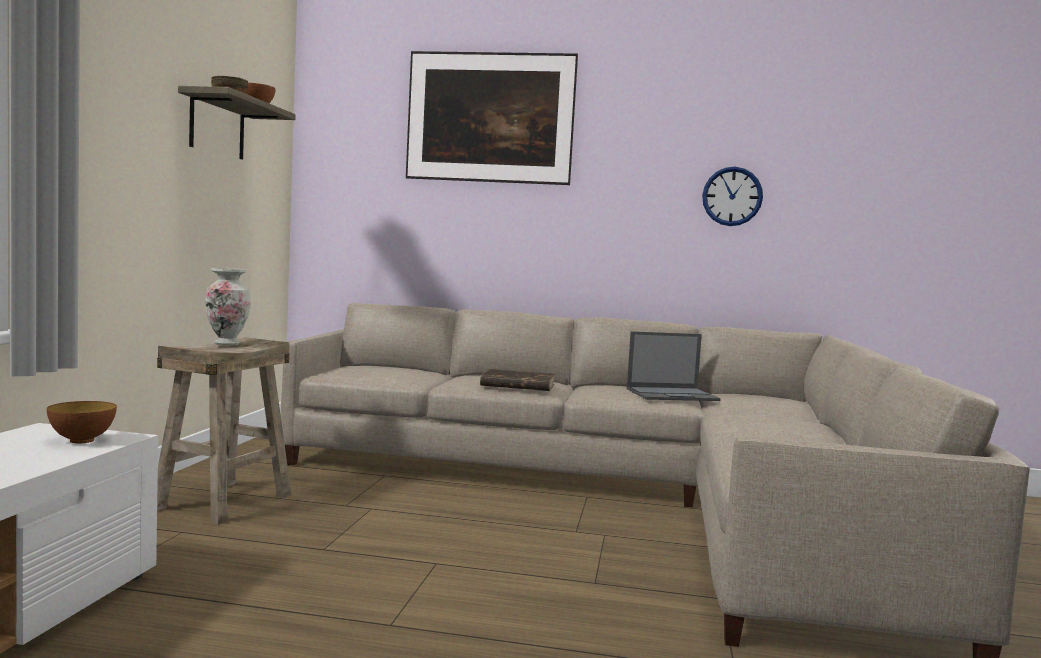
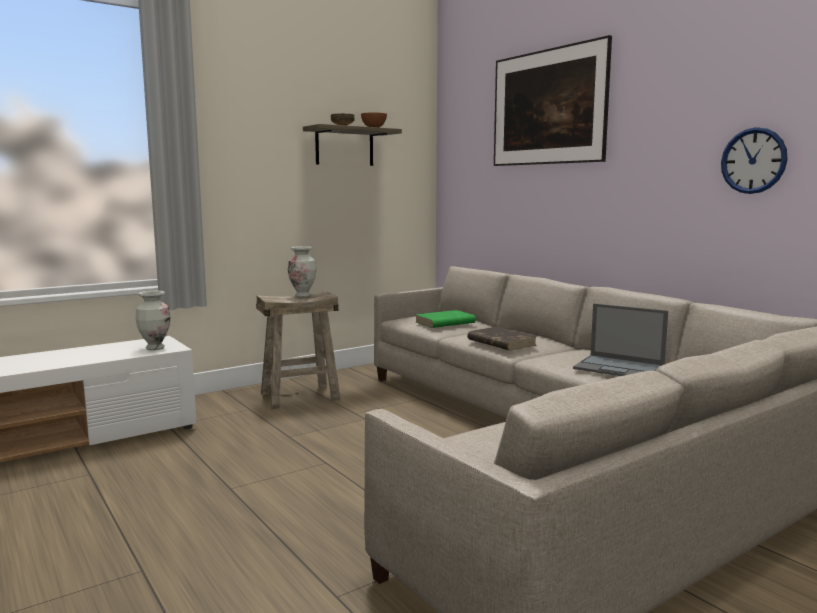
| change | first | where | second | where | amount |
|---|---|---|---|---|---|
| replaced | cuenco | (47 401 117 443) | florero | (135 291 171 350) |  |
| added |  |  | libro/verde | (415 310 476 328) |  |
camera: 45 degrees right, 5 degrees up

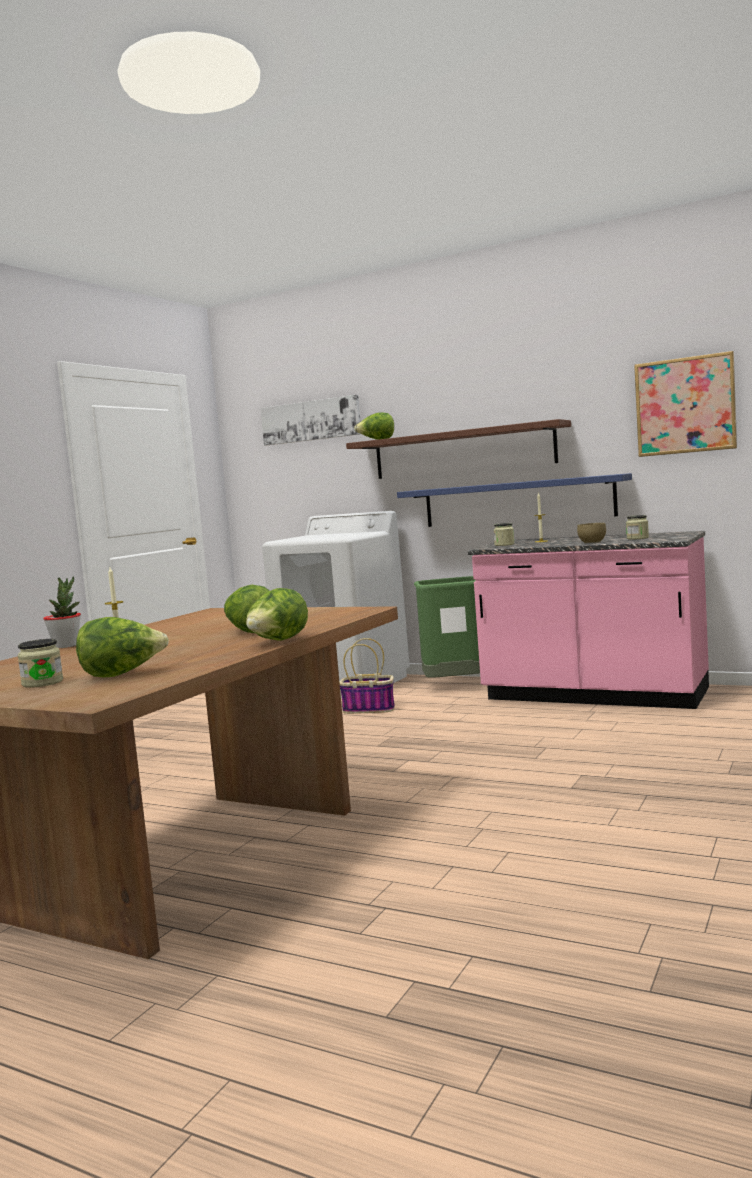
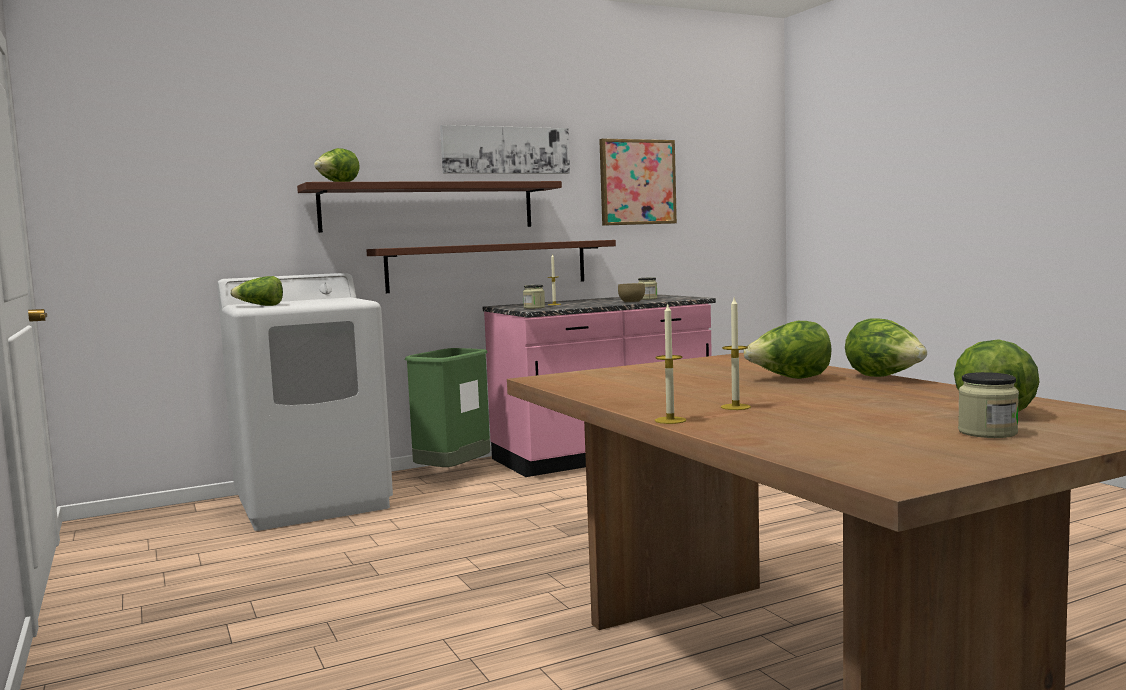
| change | first | where | second | where | amount |
|---|---|---|---|---|---|
| added |  |  | lechuga | (230 276 283 306) |  |
| recoloured | estante/azul | (397 473 632 527) | estante/marrón | (366 240 616 293) |  |
| moved | cuadro | (260 395 361 445) |  | (440 125 570 174) |  |
| replaced | planta en maceta | (43 577 81 648) | vela | (655 303 686 424) |  |
| removed | cesta | (339 638 395 714) |  |  |  |
camera: 55 degrees left, 0 degrees up

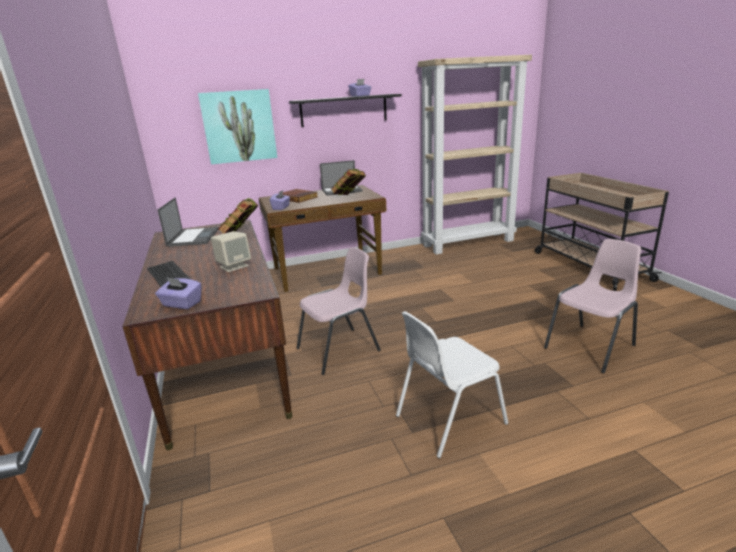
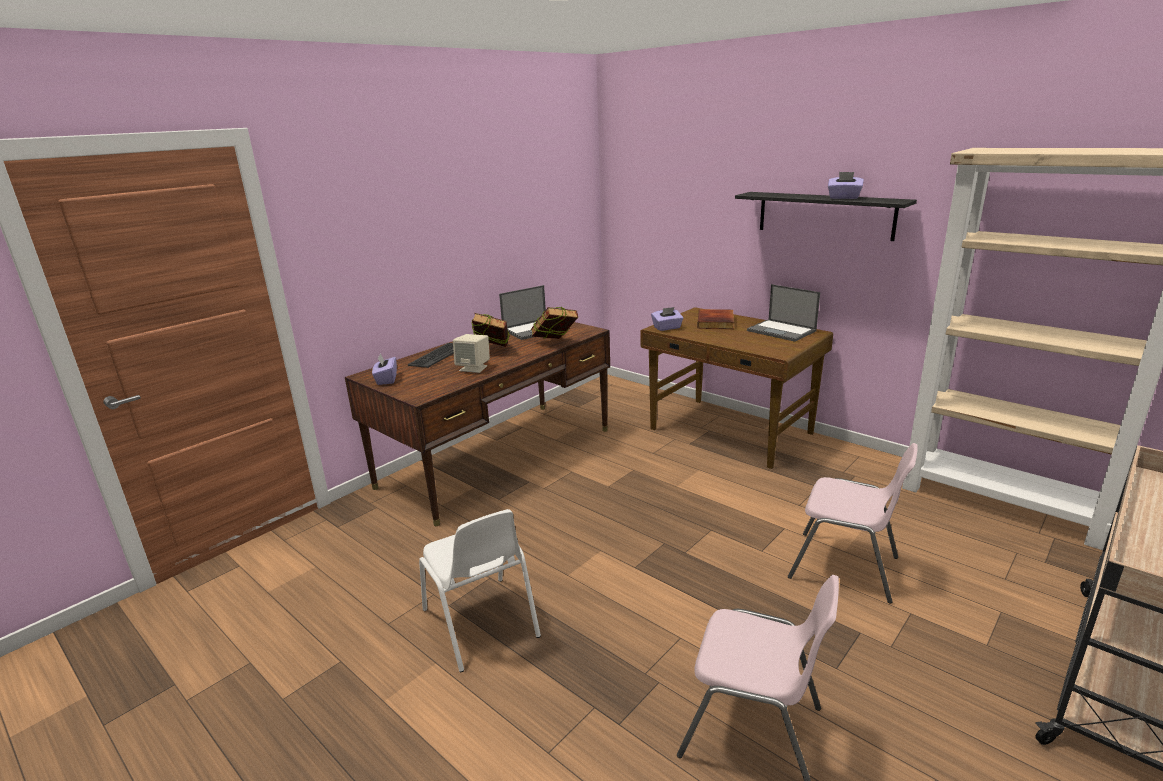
| change | first | where | second | where | amount |
|---|---|---|---|---|---|
| turned | silla/blanco | (396 311 508 458) |  | (419 509 541 672) | 150 degrees counterclockwise |
| moved | libro | (331 169 366 195) |  | (472 313 509 347) |  |
| moved | silla/rosa | (296 247 381 375) |  | (788 443 918 604) |  |
| removed | cuadro | (198 89 277 164) |  |  |  |
camera: 60 degrees right, 0 degrees up

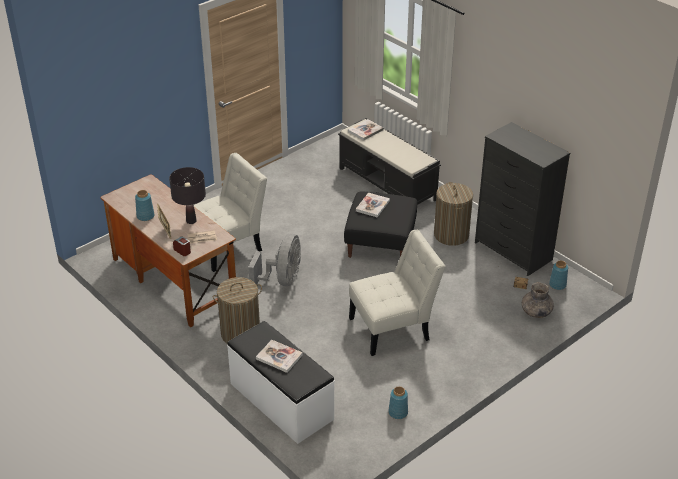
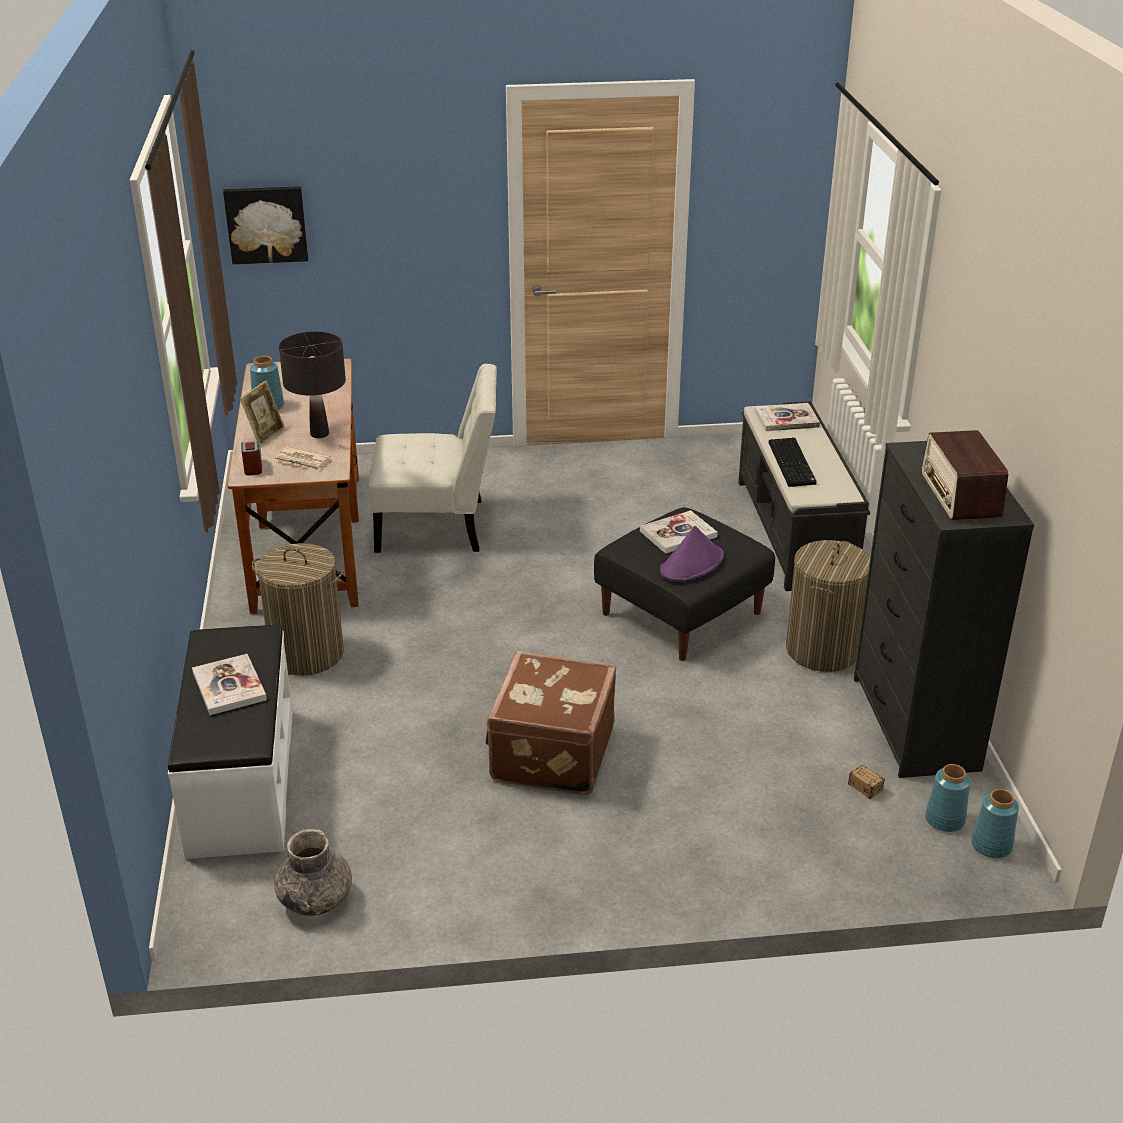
| change | first | where | second | where | amount |
|---|---|---|---|---|---|
| added |  |  | cuadro | (223 186 308 264) |  |
| moved | florero/gris | (522 282 554 318) |  | (274 829 352 916) |  |
| replaced | silla/blanco | (349 230 445 356) | maleta/marrón | (486 651 616 795) |  |
| added |  |  | sombrero/morado | (660 526 724 581) |  |
| added |  |  | teclado | (769 437 816 487) |  |
| added |  |  | radio | (921 430 1008 520) |  |
| moved | florero/azul | (388 386 408 419) |  | (972 789 1019 858) |  |
| removed | ventilador/gris | (248 234 301 286) |  |  |  |
camera: 35 degrees right, 5 degrees down

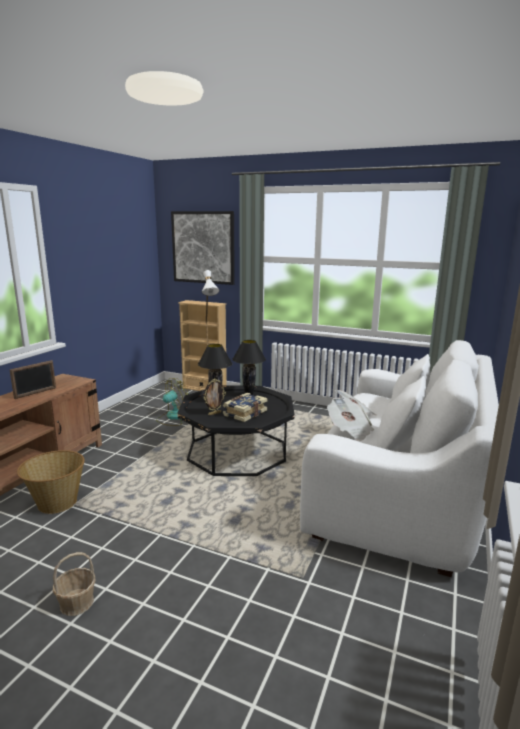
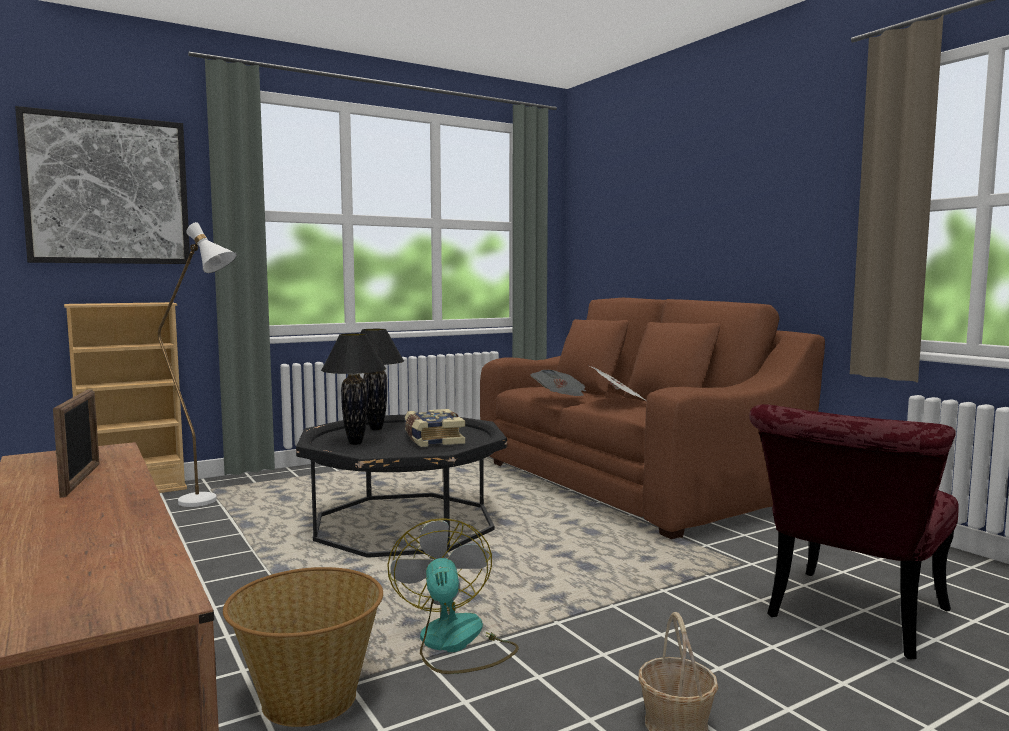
| change | first | where | second | where | amount |
|---|---|---|---|---|---|
| moved | ventilador | (156 378 188 426) |  | (387 518 519 674) |  |
| recoloured | sofá/blanco | (300 340 499 577) | sofá/marrón | (480 298 825 539) |  |
| added |  |  | silla/rojo | (749 404 959 660) |  |
| removed | portarretratos | (204 379 226 415) |  |  |  |
camera: 55 degrees left, 10 degrees down

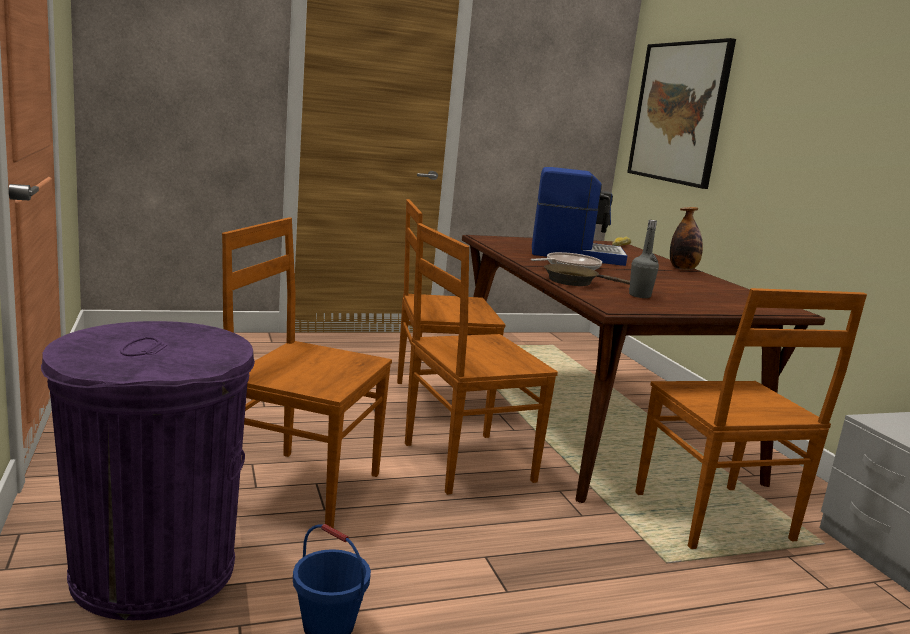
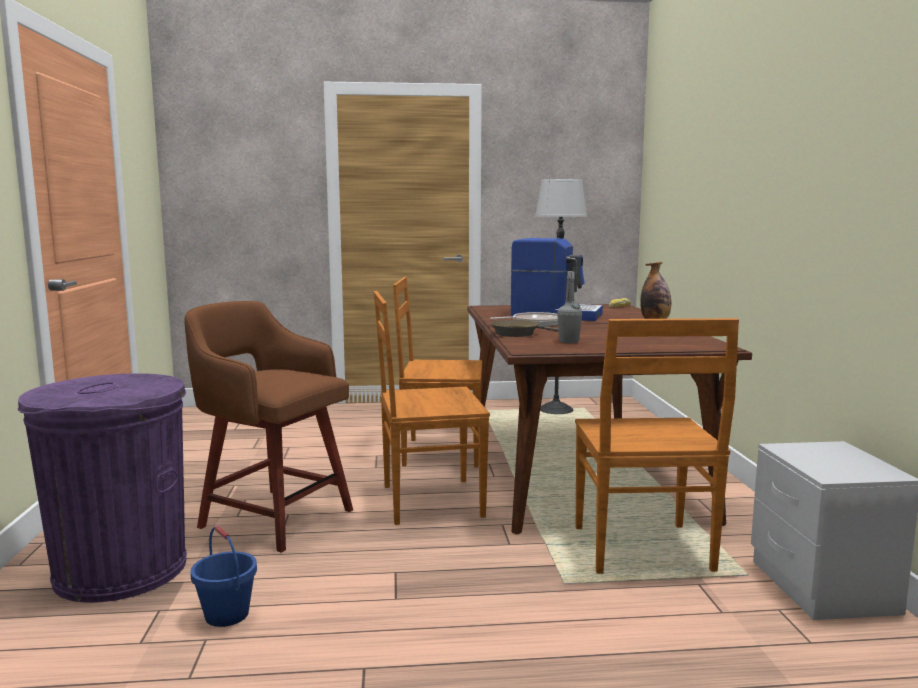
| change | first | where | second | where | amount |
|---|---|---|---|---|---|
| replaced | silla/marrón | (222 217 392 528) | taburete/marrón | (184 301 353 553) |  |
| added |  |  | lámpara de pie | (535 179 587 414) |  |
| removed | cuadro | (627 38 736 189) |  |  |  |
camera: 15 degrees right, 5 degrees down

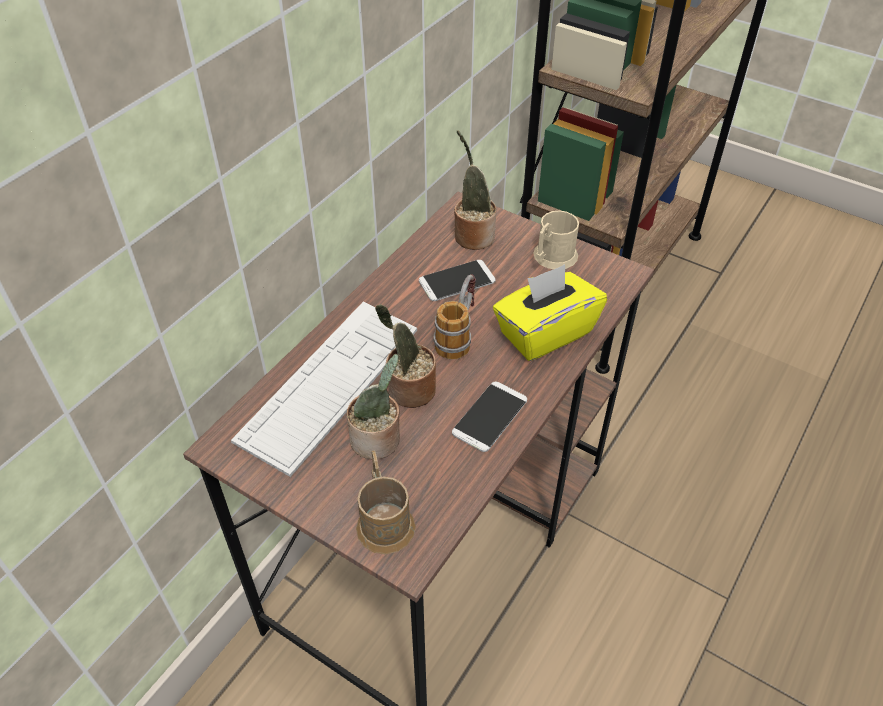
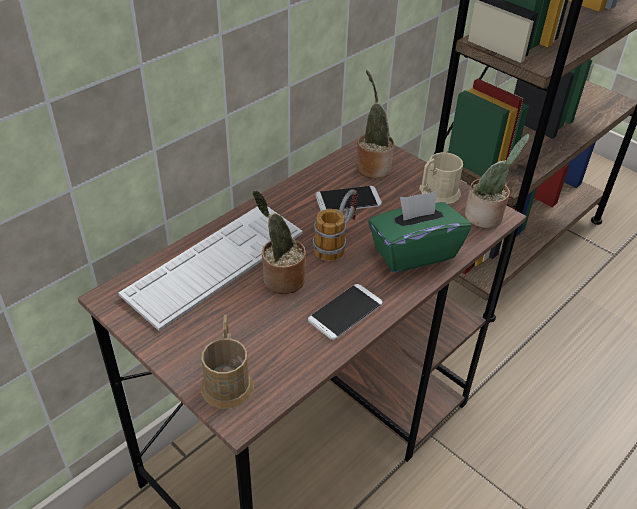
| change | first | where | second | where | amount |
|---|---|---|---|---|---|
| recoloured | caja de pañuelos/amarillo | (493 264 607 361) | caja de pañuelos/verde | (368 191 471 273) |  |
| moved | planta en maceta | (347 354 400 459) |  | (465 134 530 228) |  |
camera: 10 degrees right, 5 degrees down

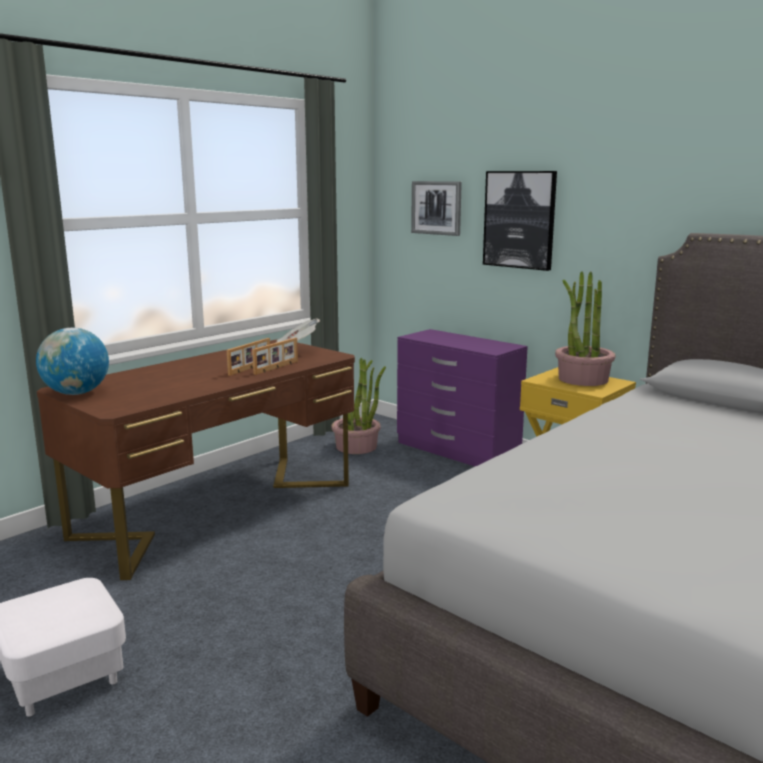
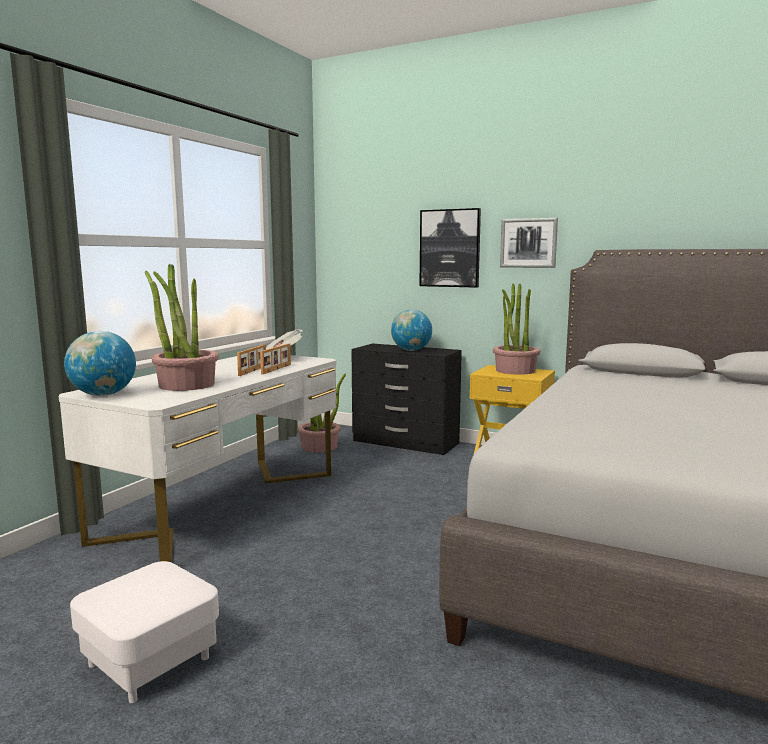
| change | first | where | second | where | amount |
|---|---|---|---|---|---|
| recoloured | escritorio/marrón | (37 340 355 580) | escritorio/blanco | (59 355 336 562) |  |
| added |  |  | planta en maceta | (145 264 219 391) |  |
| recoloured | cómoda/morado | (397 329 528 466) | cómoda/negro | (351 343 462 455) |  |
| added |  |  | globo terráqueo | (391 310 432 351) |  |
| moved | cuadro | (411 181 462 236) |  | (500 218 558 268) |  |
camera: 15 degrees left, 5 degrees down

